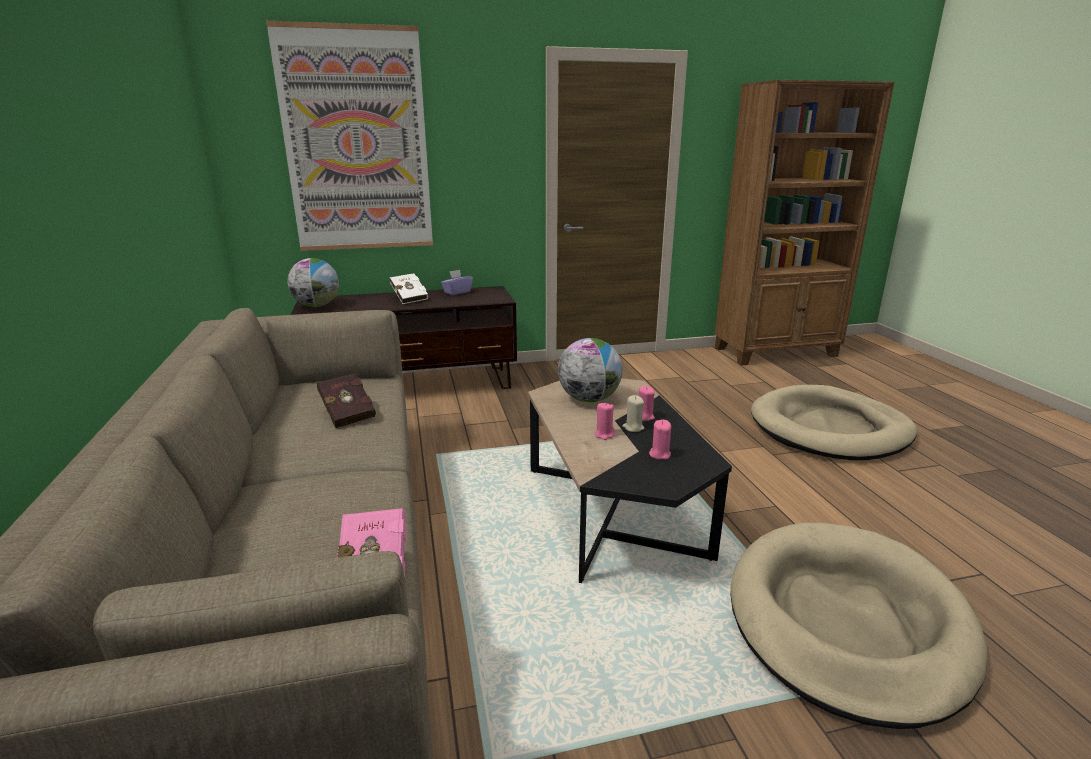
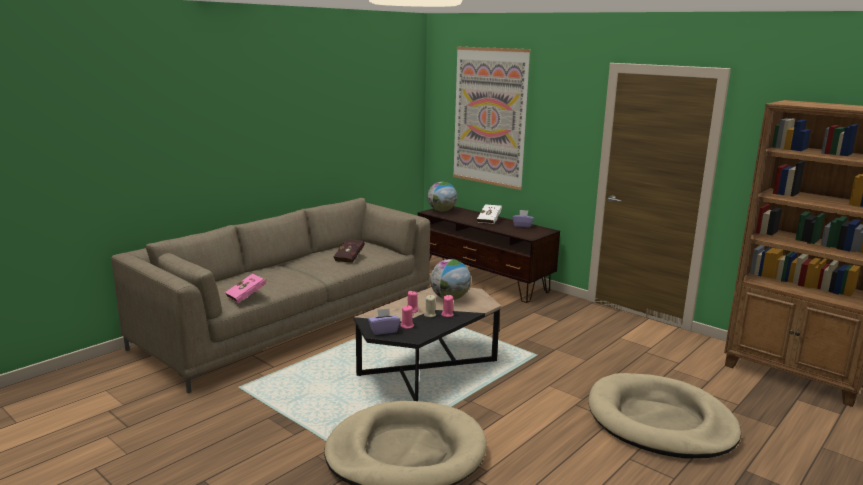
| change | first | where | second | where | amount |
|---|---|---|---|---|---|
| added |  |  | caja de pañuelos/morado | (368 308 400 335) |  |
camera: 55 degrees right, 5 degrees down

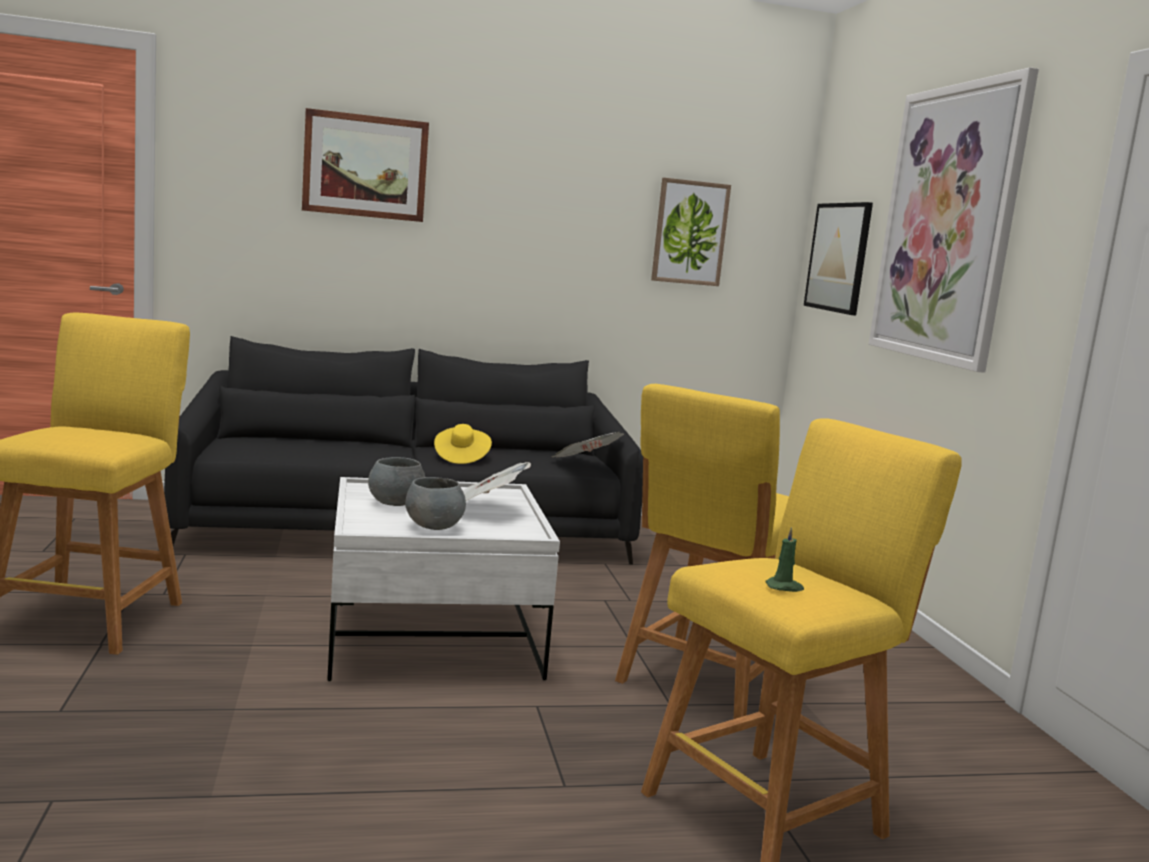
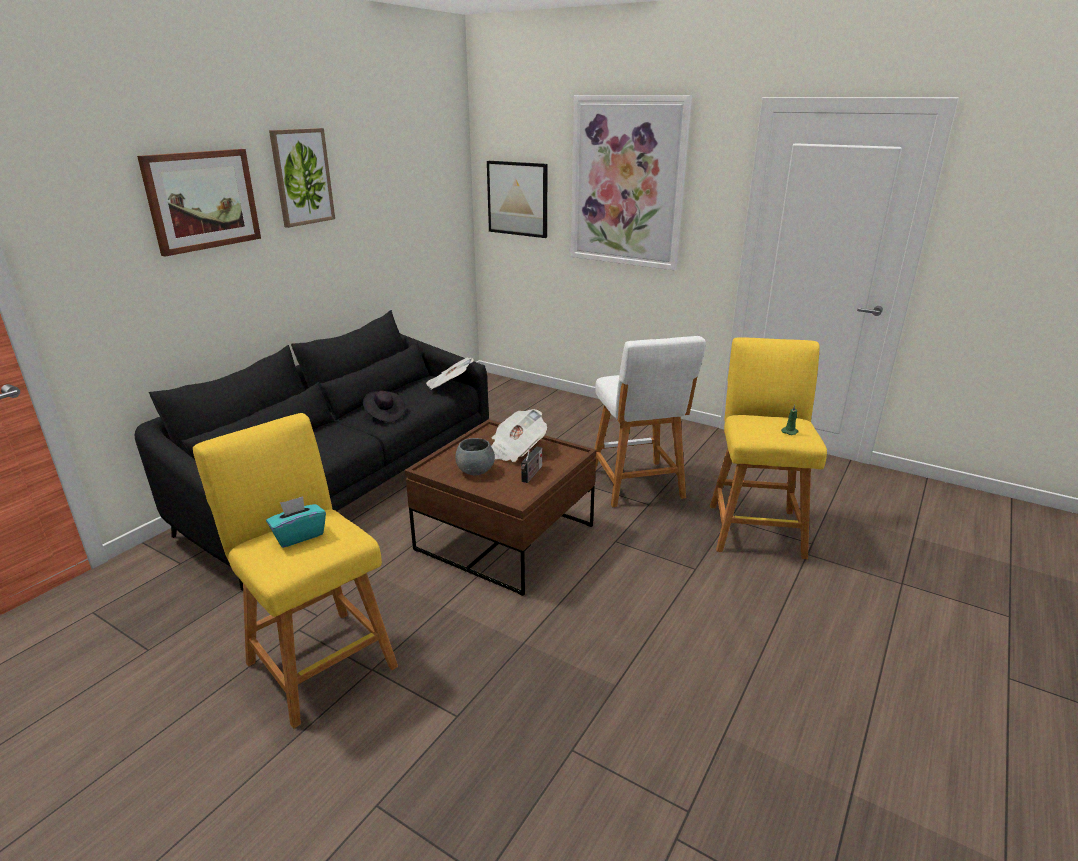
| change | first | where | second | where | amount |
|---|---|---|---|---|---|
| added |  |  | caja de pañuelos/turquesa | (266 496 326 548) |  |
| moved | cuadro | (651 178 731 286) |  | (269 128 335 228) |  |
| recoloured | sombrero/amarillo | (434 424 492 464) | sombrero/negro | (363 391 405 422) |  |
| recoloured | mesa de centro/blanco | (327 477 560 681) | mesa de centro/marrón | (405 420 596 596) |  |
| replaced | cuenco/gris | (405 477 466 530) | radio | (521 446 542 483) |  |
| recoloured | taburete/amarillo | (615 384 789 719) | taburete/blanco | (594 336 706 507) |  |
camera: 45 degrees left, 15 degrees up

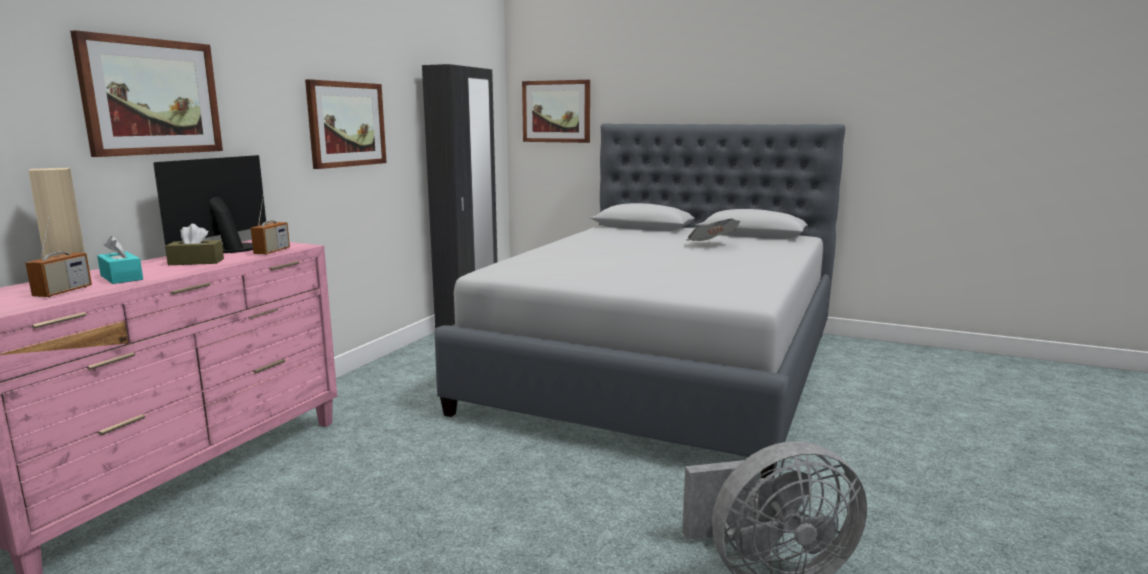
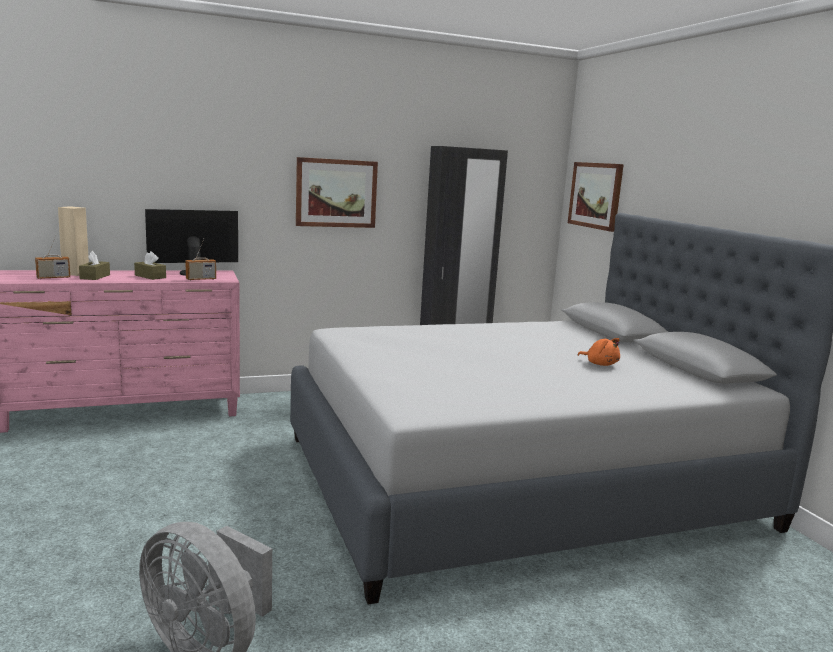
| change | first | where | second | where | amount |
|---|---|---|---|---|---|
| recoloured | caja de pañuelos/turquesa | (97 236 143 284) | caja de pañuelos/marrón | (79 251 110 280) |  |
| replaced | periódico | (687 219 740 241) | peluche/naranja | (578 338 620 366) |  |
| removed | cuadro | (70 30 223 157) |  |  |  |
camera: 45 degrees right, 0 degrees up

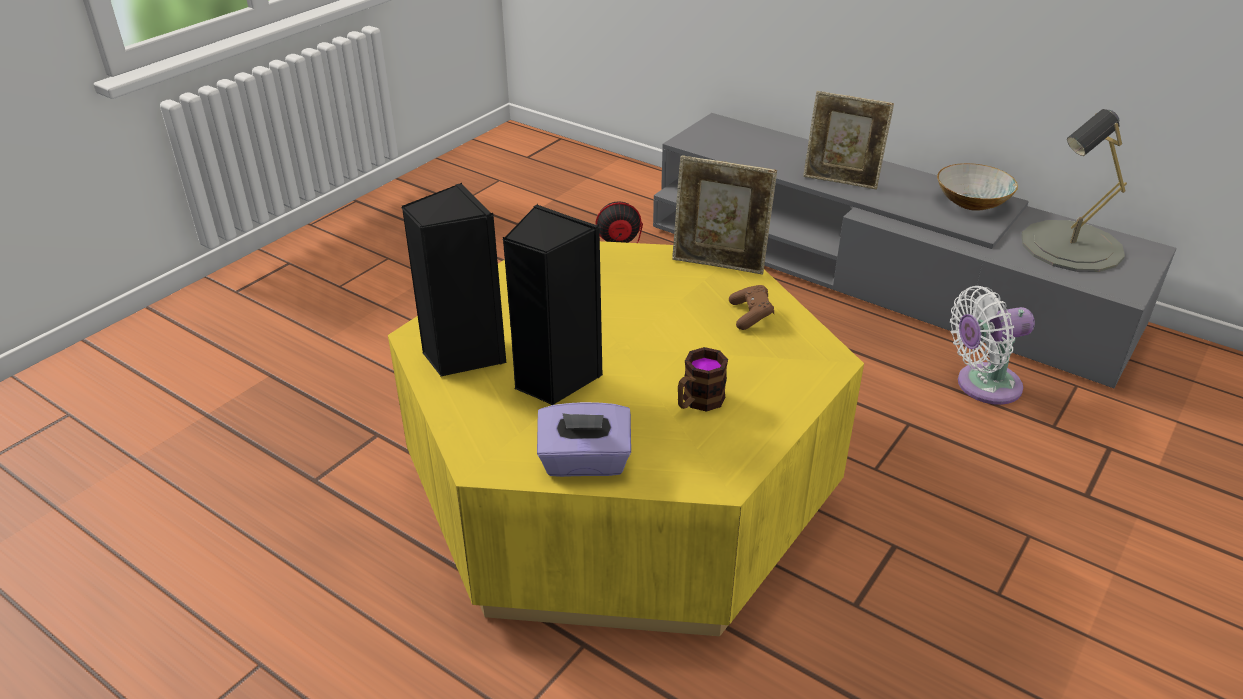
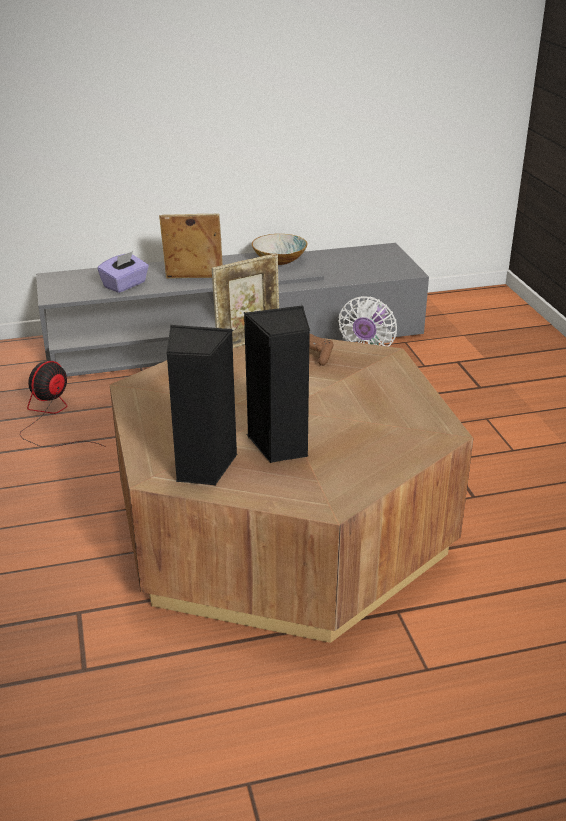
| change | first | where | second | where | amount |
|---|---|---|---|---|---|
| moved | caja de pañuelos/morado | (537 402 631 477) |  | (97 251 149 293) |  |
| recoloured | mesa de centro/amarillo | (388 241 864 636) | mesa de centro/marrón | (110 338 473 643) |  |
| turned | portarretratos | (803 91 894 190) |  | (159 213 223 279) | 150 degrees counterclockwise |
| removed | taza grande | (678 347 728 412) |  |  |  |
| removed | lámpara de mesa/gris | (1022 109 1127 272) |  |  |  |
camera: 50 degrees left, 5 degrees down

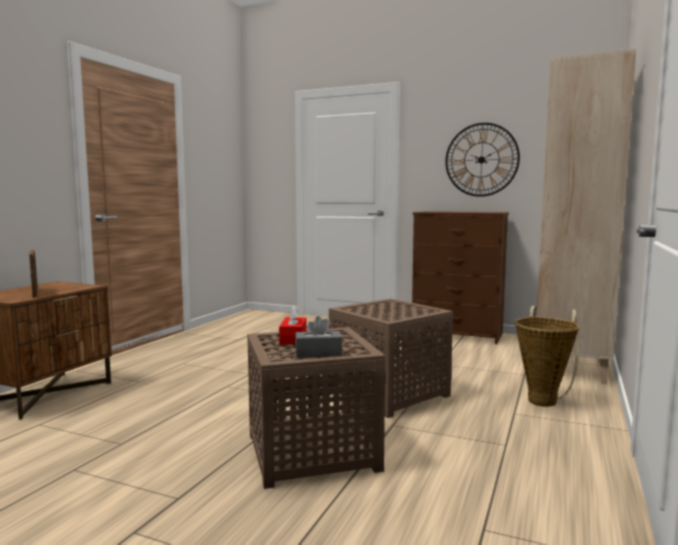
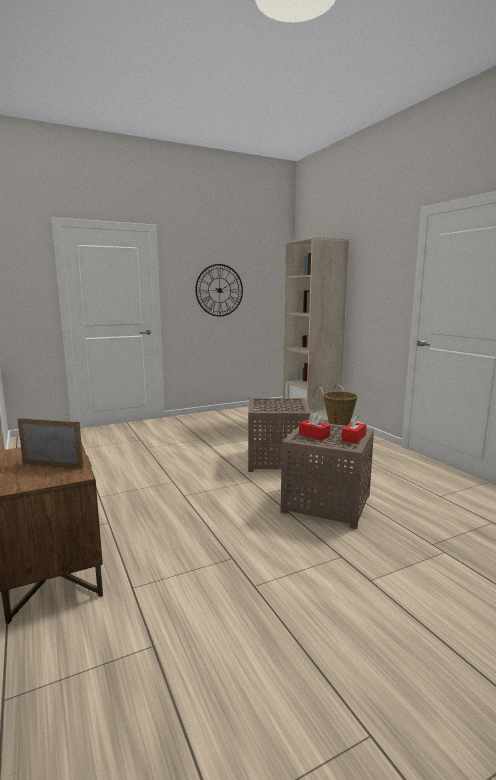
| change | first | where | second | where | amount |
|---|---|---|---|---|---|
| recoloured | caja de pañuelos/gris | (295 316 342 358) | caja de pañuelos/rojo | (341 415 366 443) |  |
| removed | cómoda/marrón | (412 211 509 344) |  |  |  |
camera: 50 degrees left, 5 degrees up

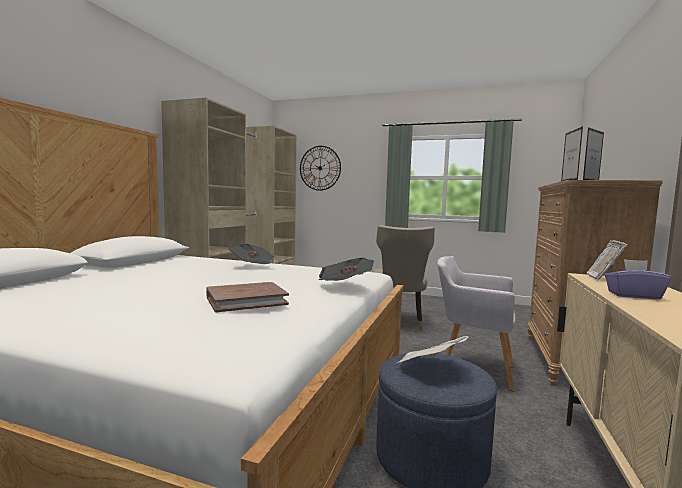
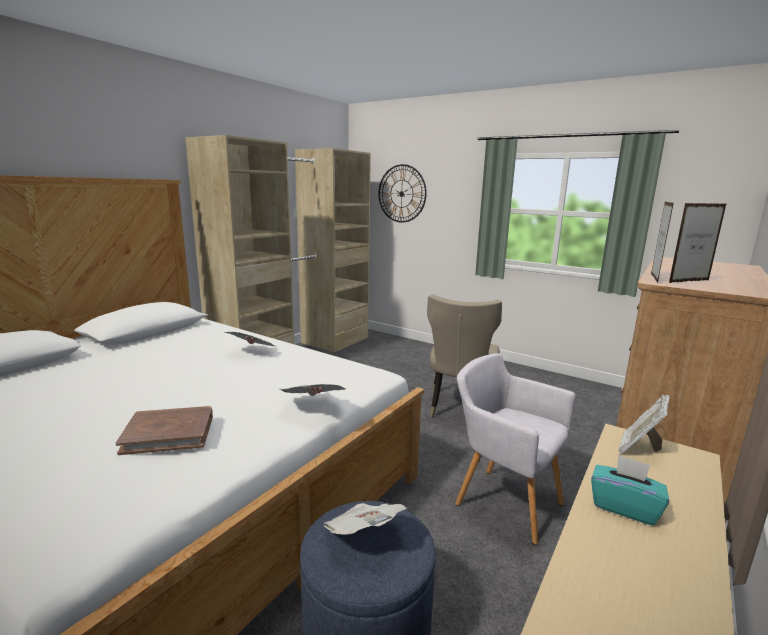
| change | first | where | second | where | amount |
|---|---|---|---|---|---|
| recoloured | caja de pañuelos/morado | (605 259 671 299) | caja de pañuelos/turquesa | (591 455 669 525) |  |
camera: 15 degrees right, 10 degrees up

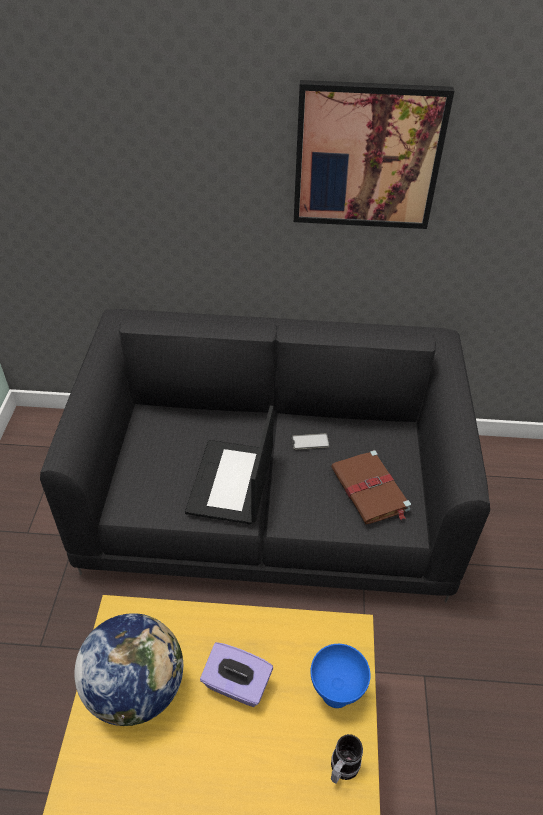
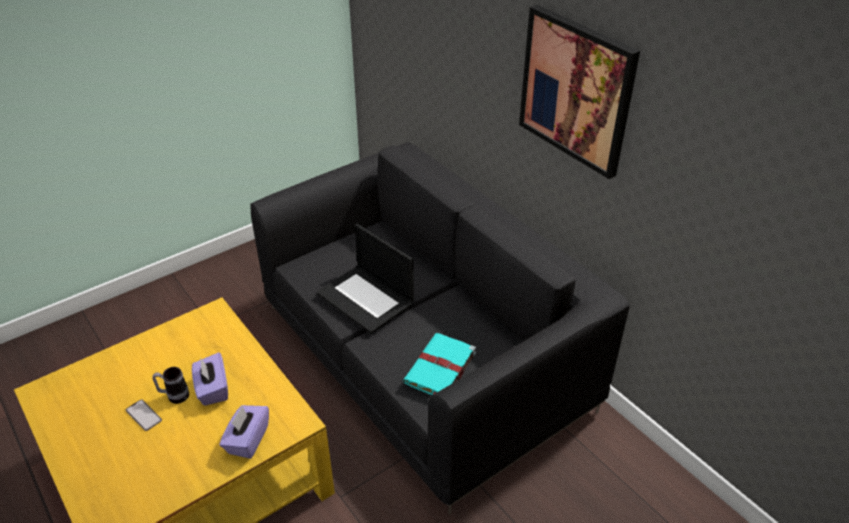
| change | first | where | second | where | amount |
|---|---|---|---|---|---|
| moved | móvil | (292 433 330 449) |  | (126 399 162 431) |  |
| moved | taza grande | (331 734 363 783) |  | (152 367 189 404) |  |
| replaced | cuenco/azul | (310 644 371 708) | caja de pañuelos/morado | (220 405 269 459) |  |
| turned | portátil | (185 406 274 524) |  | (317 223 414 334) | 105 degrees counterclockwise |
| recoloured | libro/marrón | (331 450 411 524) | libro/turquesa | (403 333 476 395) |  |
| removed | globo terráqueo | (74 613 183 726) |  |  |  |
camera: 50 degrees right, 5 degrees down

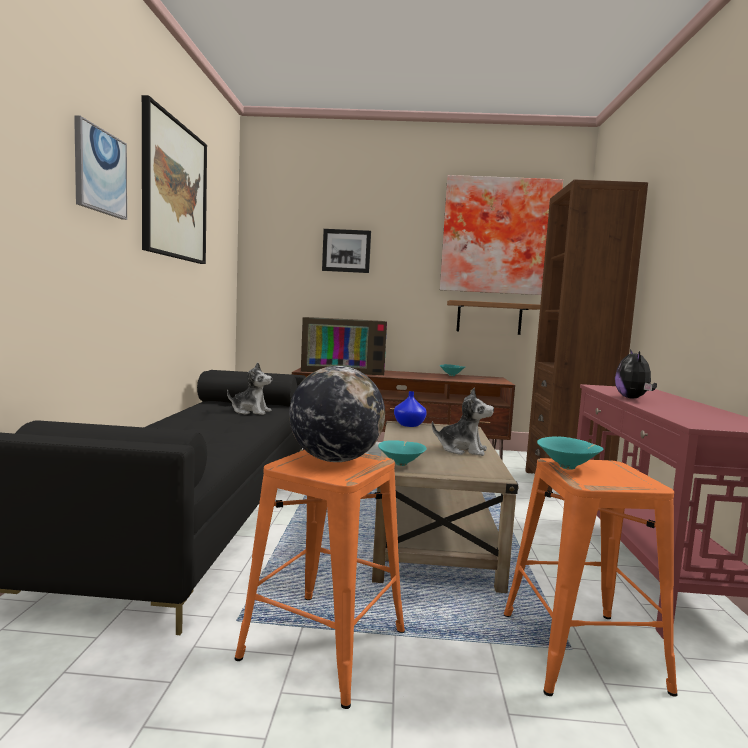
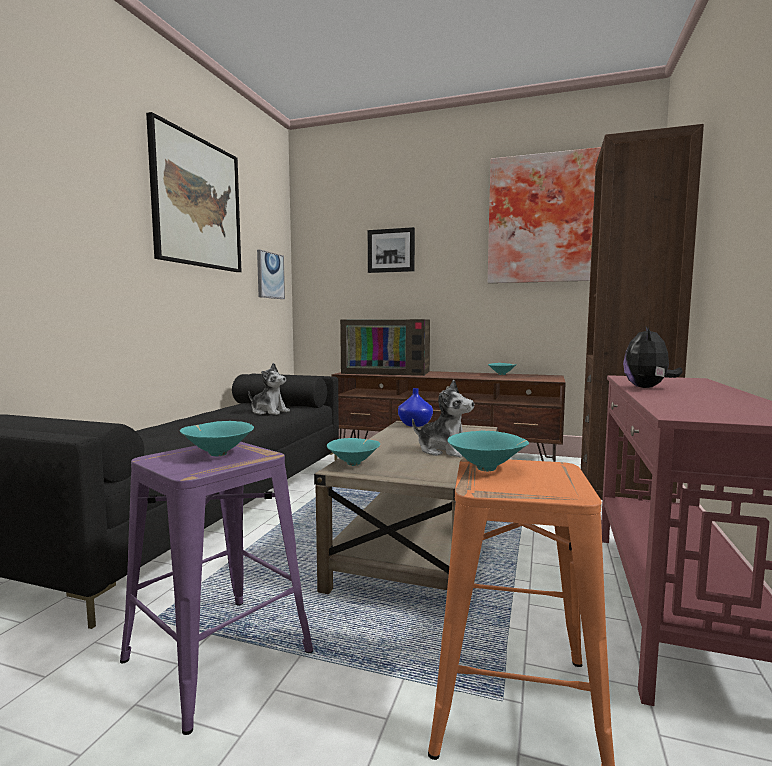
| change | first | where | second | where | amount |
|---|---|---|---|---|---|
| recoloured | taburete/naranja | (235 450 405 709) | taburete/morado | (120 442 313 735) |  |
| replaced | globo terráqueo | (289 366 385 462) | cuenco/turquesa | (180 421 254 456) |  |
| moved | cuadro | (74 115 127 220) |  | (257 250 285 299) |  |
| removed | estante | (447 300 540 335) |  |  |  |
camera: 15 degrees right, 0 degrees up

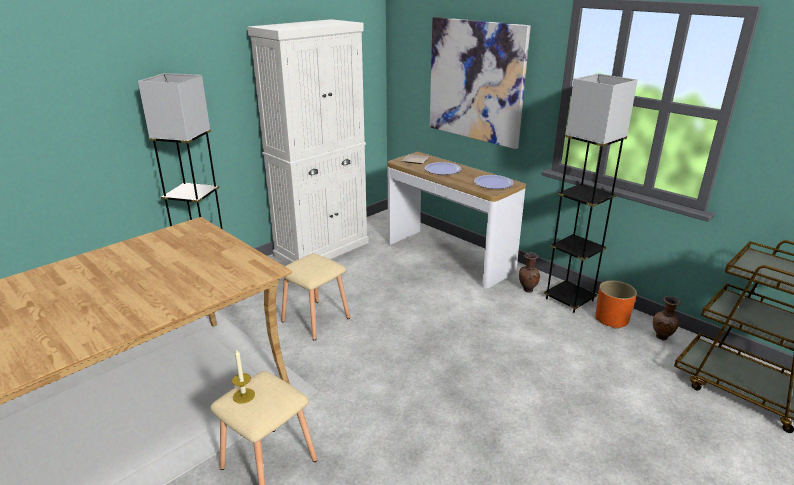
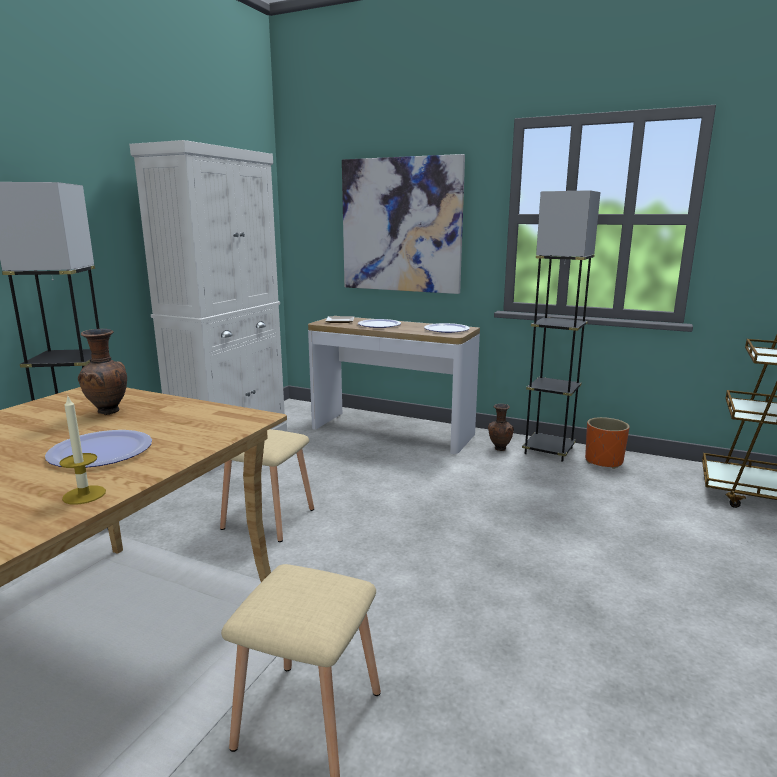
| change | first | where | second | where | amount |
|---|---|---|---|---|---|
| added |  |  | plato | (45 430 152 468) |  |
| moved | vela | (232 350 255 404) |  | (59 394 106 504) |  |
| moved | florero/marrón | (653 296 681 341) |  | (78 329 127 415) |  |
camera: 20 degrees left, 10 degrees down

